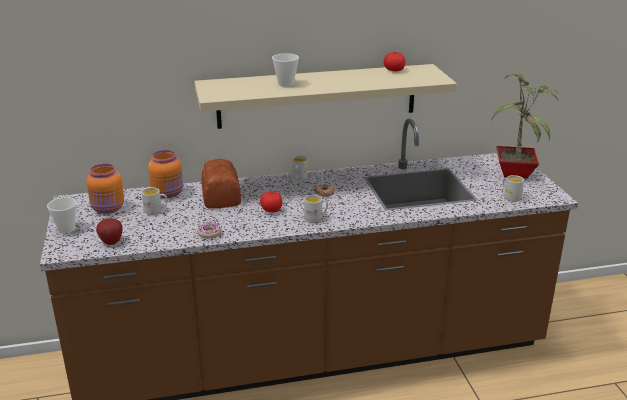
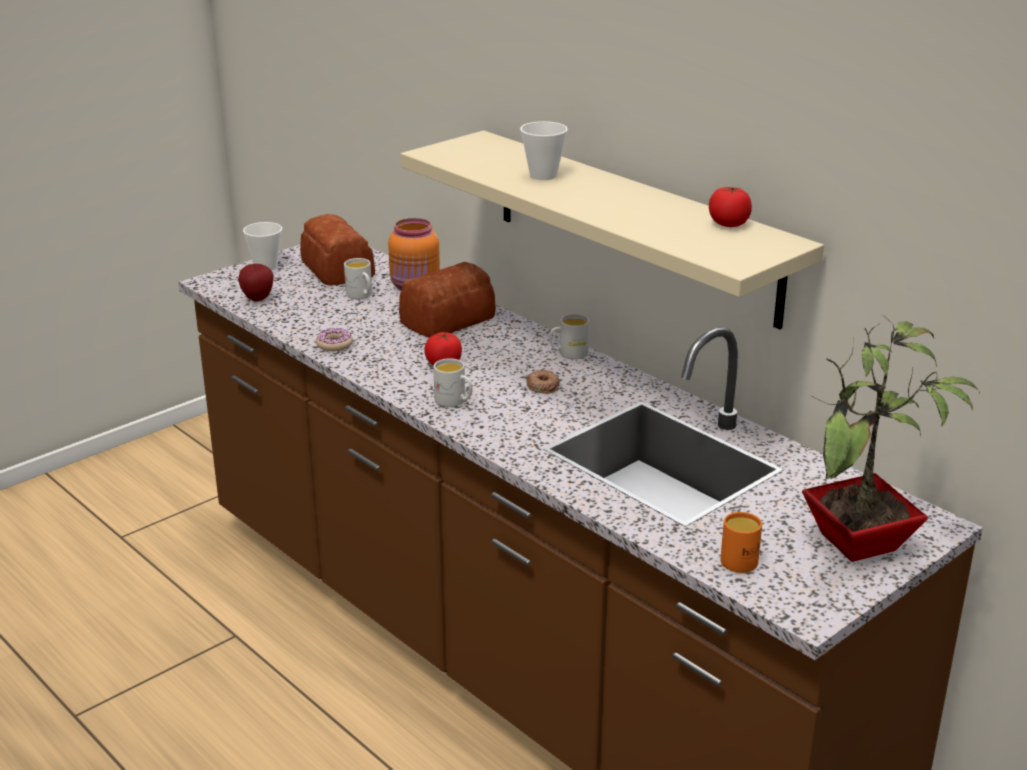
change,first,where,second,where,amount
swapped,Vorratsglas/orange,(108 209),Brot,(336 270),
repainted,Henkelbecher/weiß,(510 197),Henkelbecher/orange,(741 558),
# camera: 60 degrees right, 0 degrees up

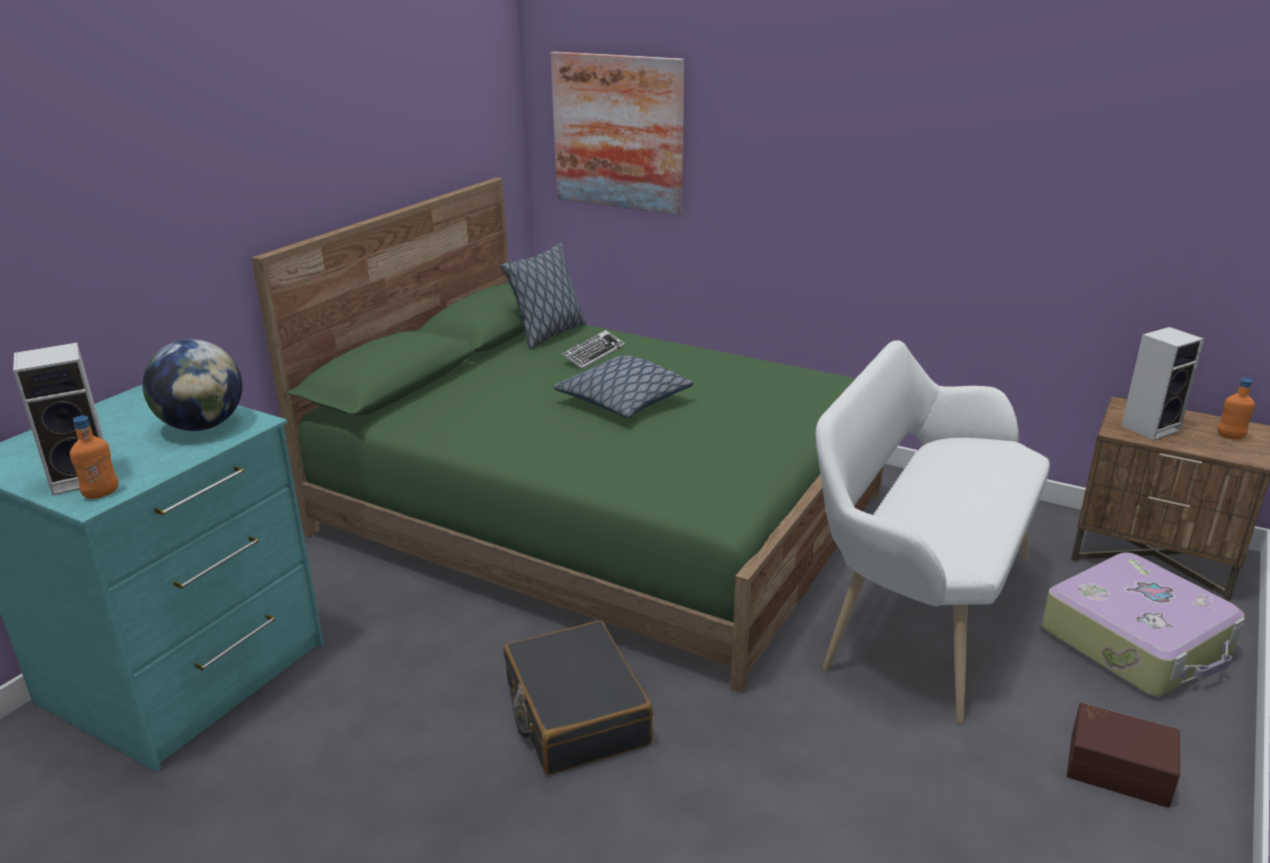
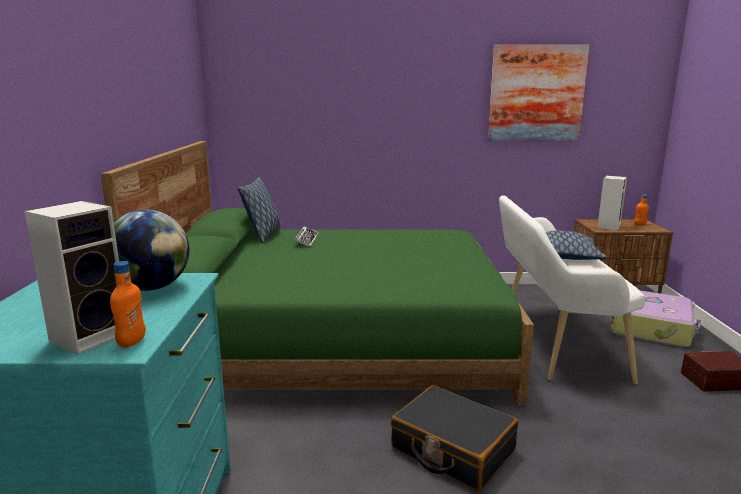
change,first,where,second,where,amount
shifted,Bild,(618 132),,(536 94),
shifted,Kissen,(624 401),,(566 256),
# camera: 30 degrees left, 10 degrees down

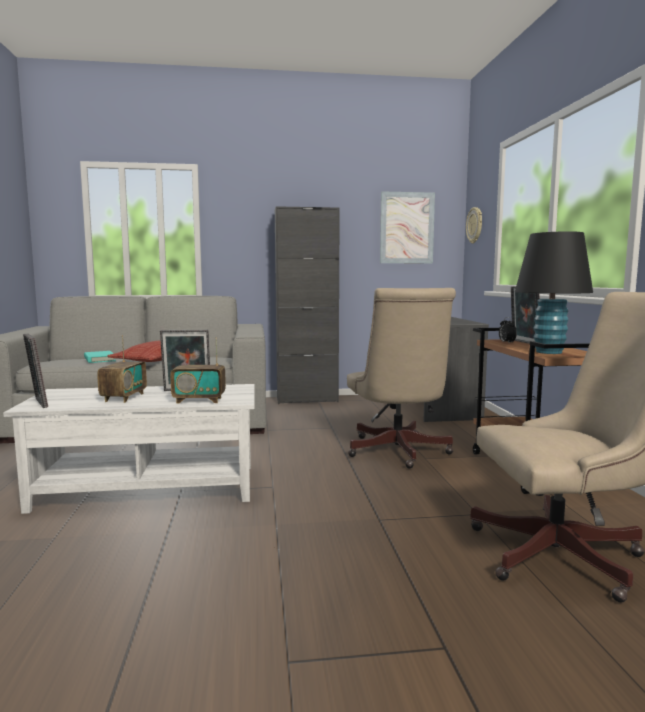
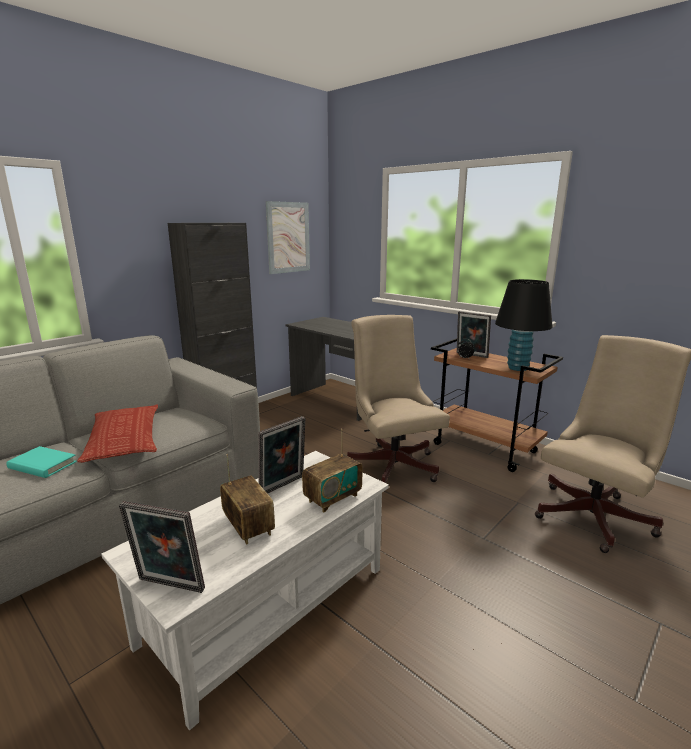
change,first,where,second,where,amount
gone,Wanduhr,(475 225),,,
rotated,Bürostuhl/beige,(398 453),,(392 462),150 degrees counterclockwise
# camera: 40 degrees left, 10 degrees up

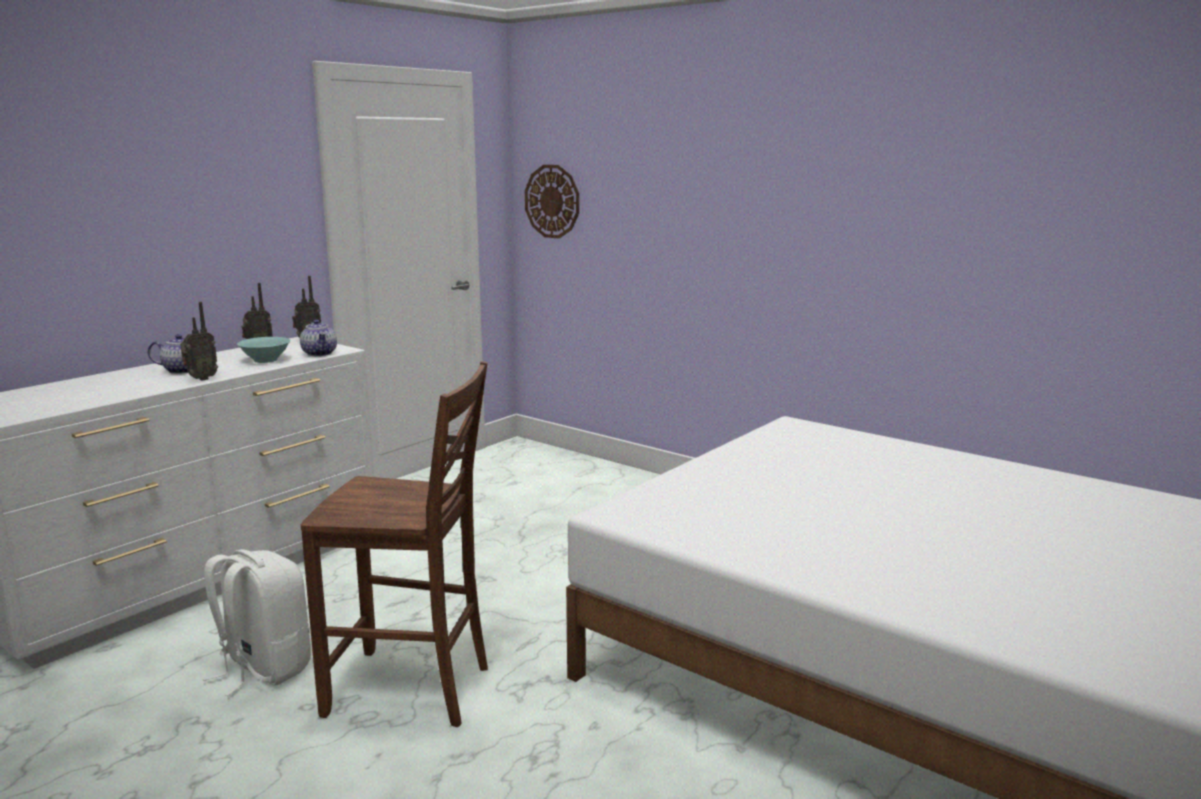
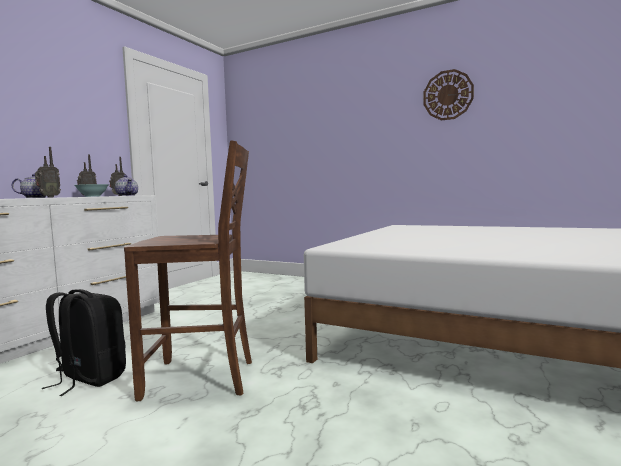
change,first,where,second,where,amount
shifted,Wanduhr,(552 201),,(448 95),
repainted,Rucksack/weiß,(262 668),Rucksack/schwarz,(89 378),
# camera: 10 degrees left, 10 degrees down

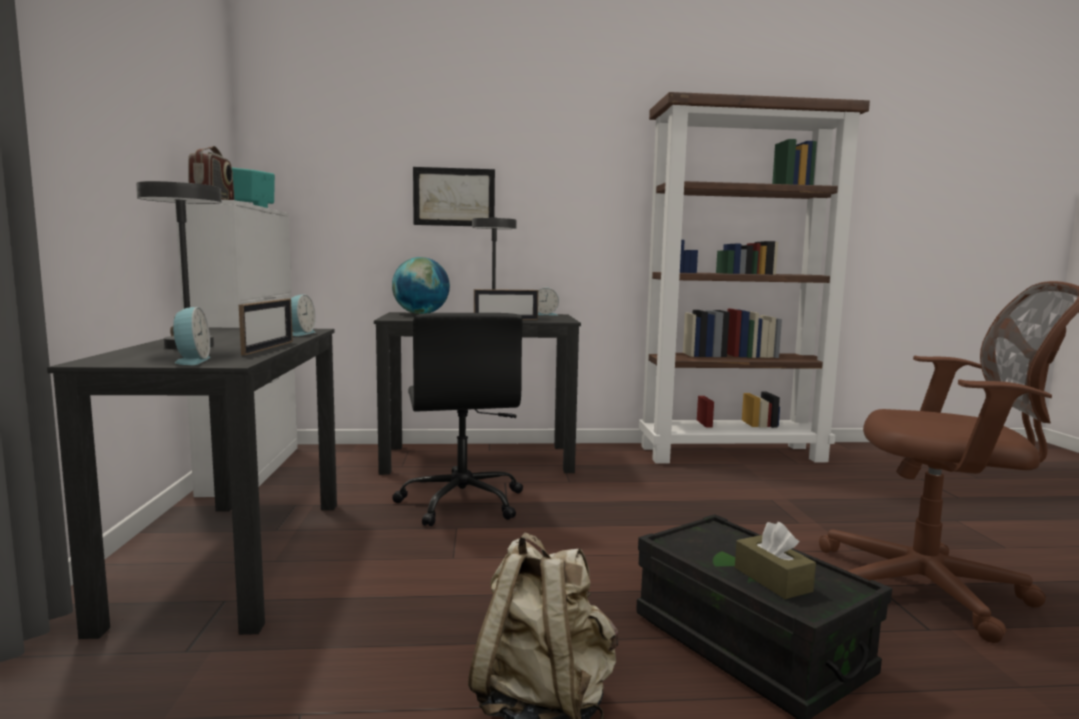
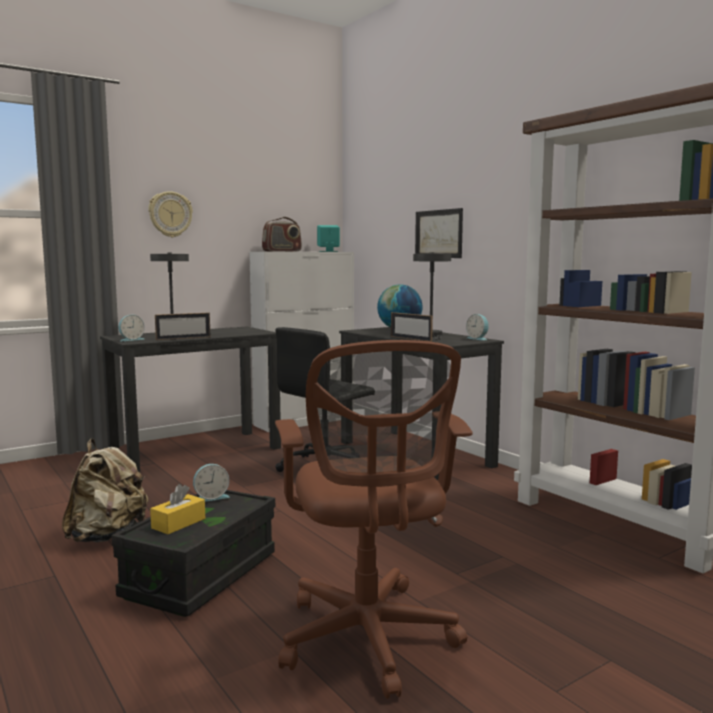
change,first,where,second,where,amount
new,,,Wanduhr,(170 214),
shifted,Wecker,(299 333),,(210 497),
repainted,Taschentuchbox/braun,(772 579),Taschentuchbox/gelb,(178 523),
# camera: 60 degrees right, 0 degrees up

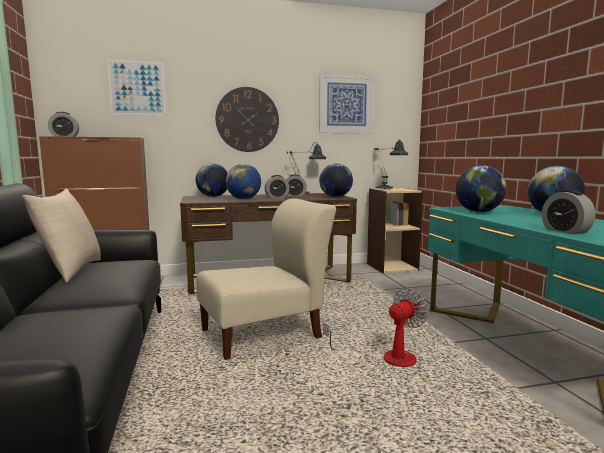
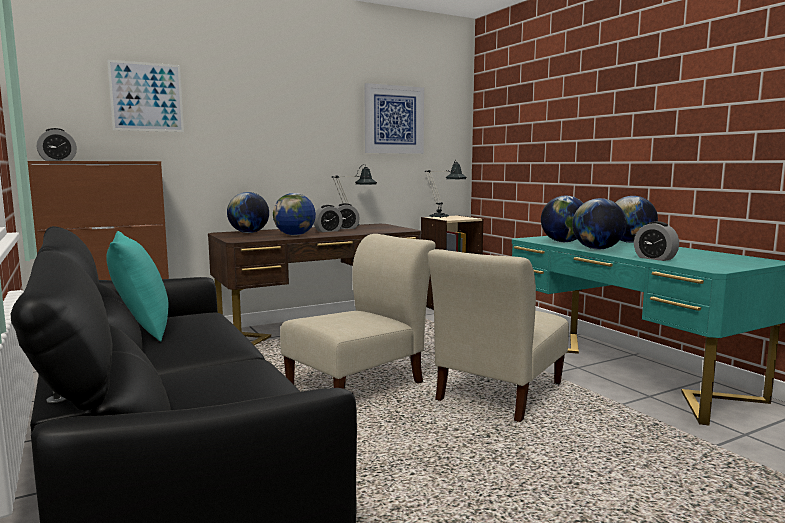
change,first,where,second,where,amount
gone,Wanduhr,(247 120),,,
shifted,Globus,(335 197),,(597 249),
swapped,Ventilator,(386 358),Stuhl/beige,(497 394),
repainted,Kissen/beige,(70 271),Kissen/türkis,(142 329),
# camera: 15 degrees left, 0 degrees up

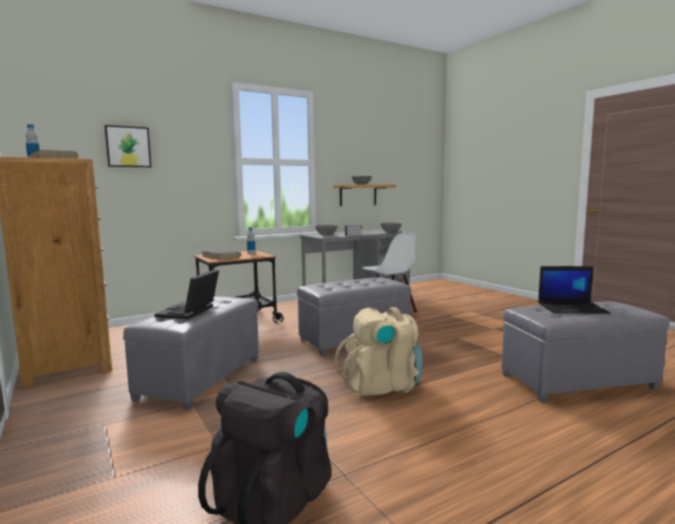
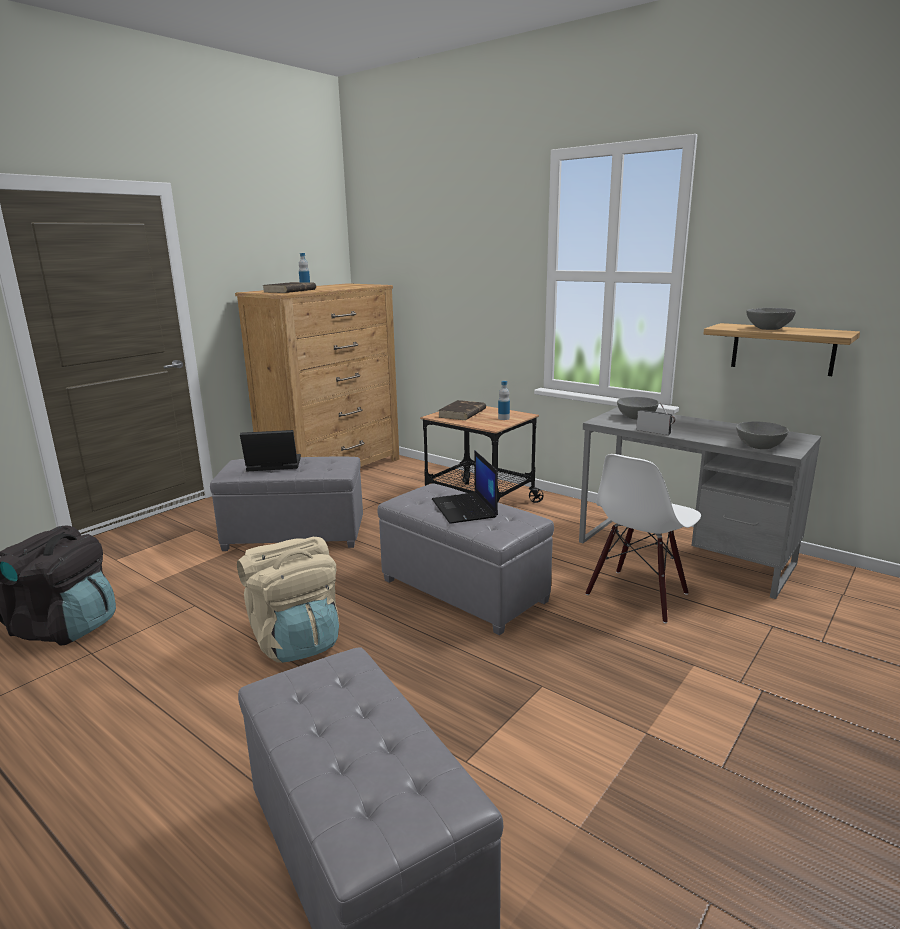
change,first,where,second,where,amount
gone,Bild,(128 147),,,
shifted,Laptop,(572 308),,(465 509),
# camera: 70 degrees right, 10 degrees up

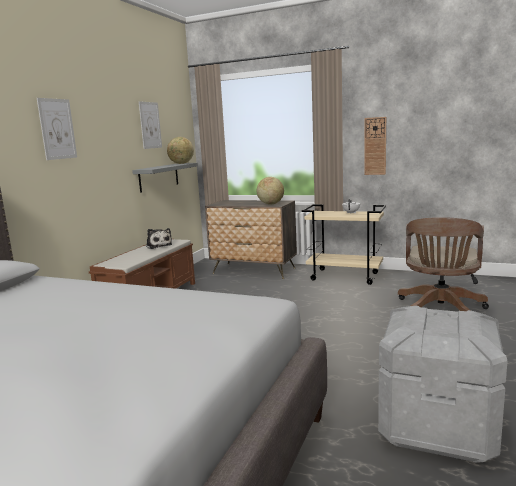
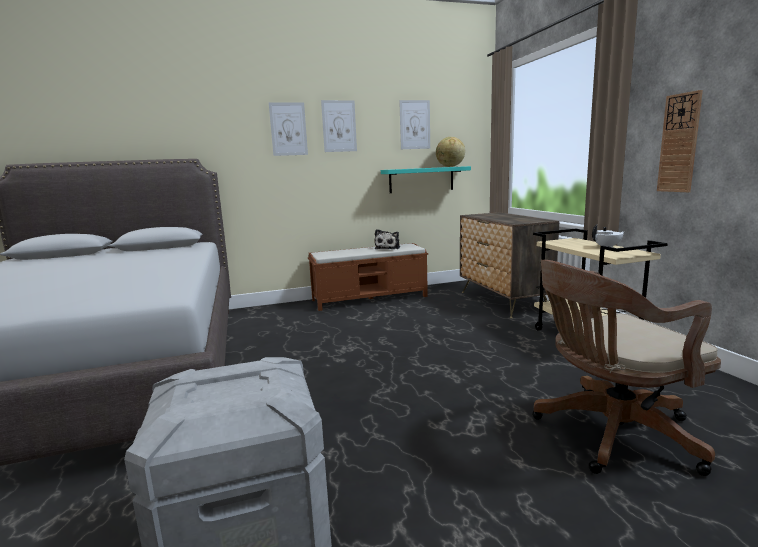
change,first,where,second,where,amount
gone,Globus,(270 204),,,
new,,,Bild,(339 126),
repainted,Wandregal/grau,(159 177),Wandregal/türkis,(421 179),
# camera: 50 degrees right, 0 degrees up

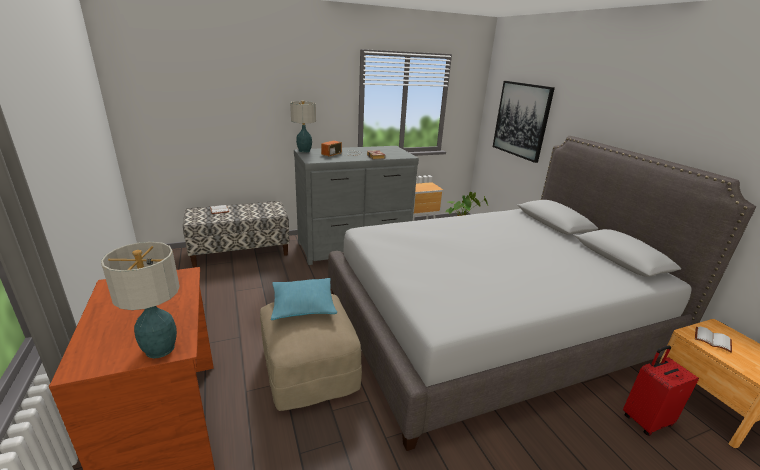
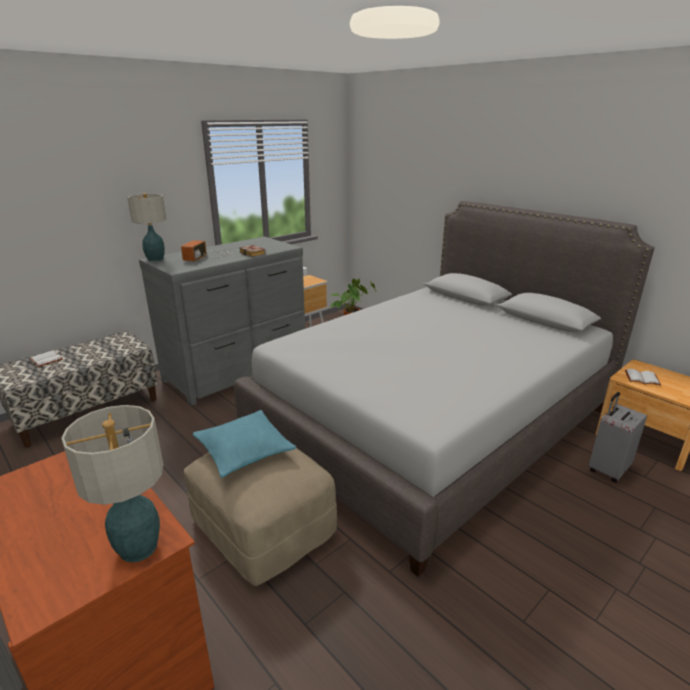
change,first,where,second,where,amount
gone,Bild,(521 120),,,
repainted,Koffer/rot,(645 420),Koffer/grau,(607 469),
# camera: 20 degrees left, 0 degrees up

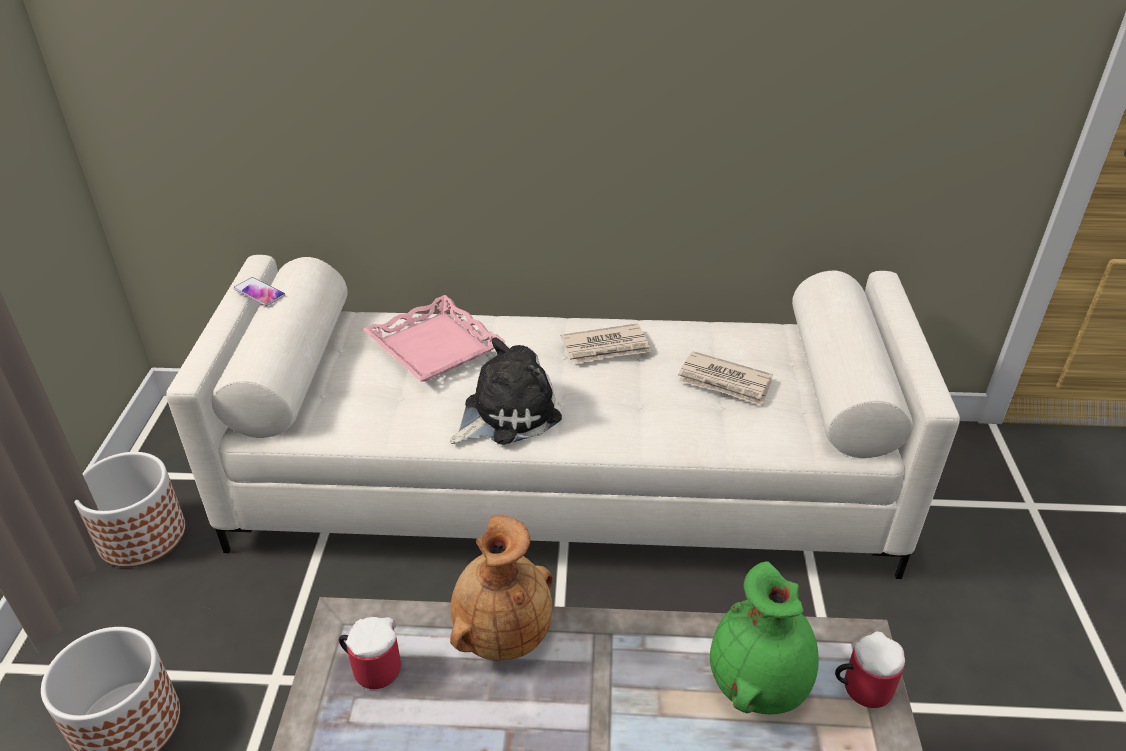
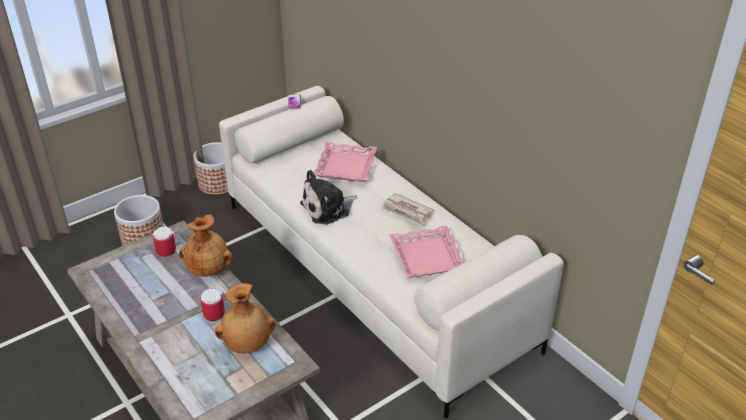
change,first,where,second,where,amount
shifted,Henkelbecher,(860 686),,(213 311),
swapped,Zeitung,(725 382),Tablett/rosa,(427 257),
repainted,Vase/grün,(759 685),Vase/braun,(247 344),
rotated,Plüschtier,(506 414),,(328 208),135 degrees clockwise
# camera: 50 degrees right, 0 degrees up

